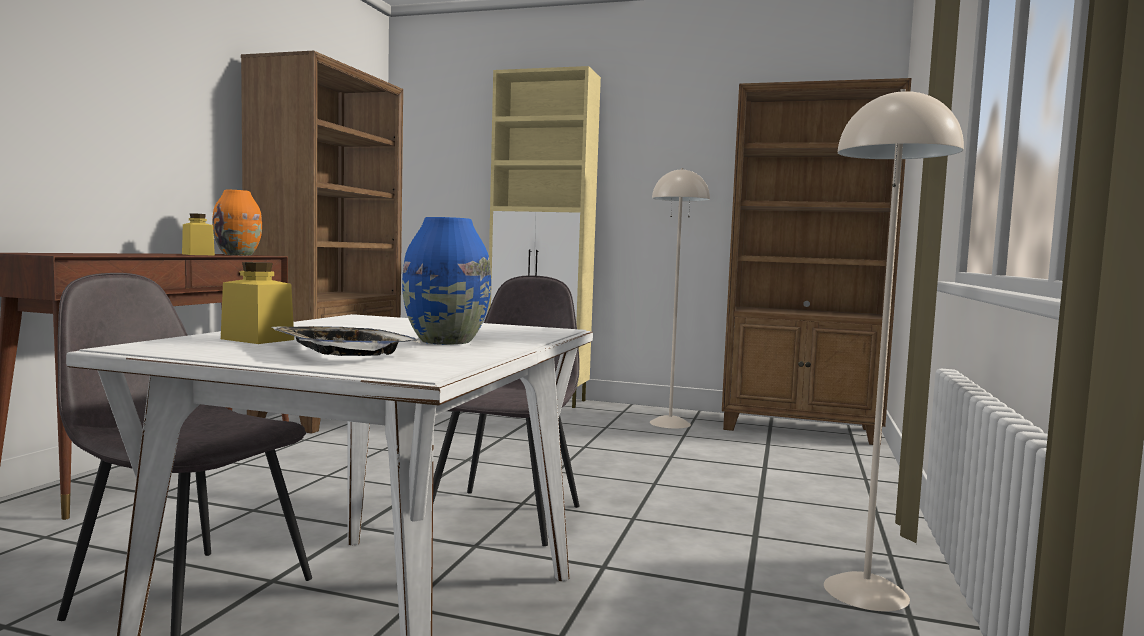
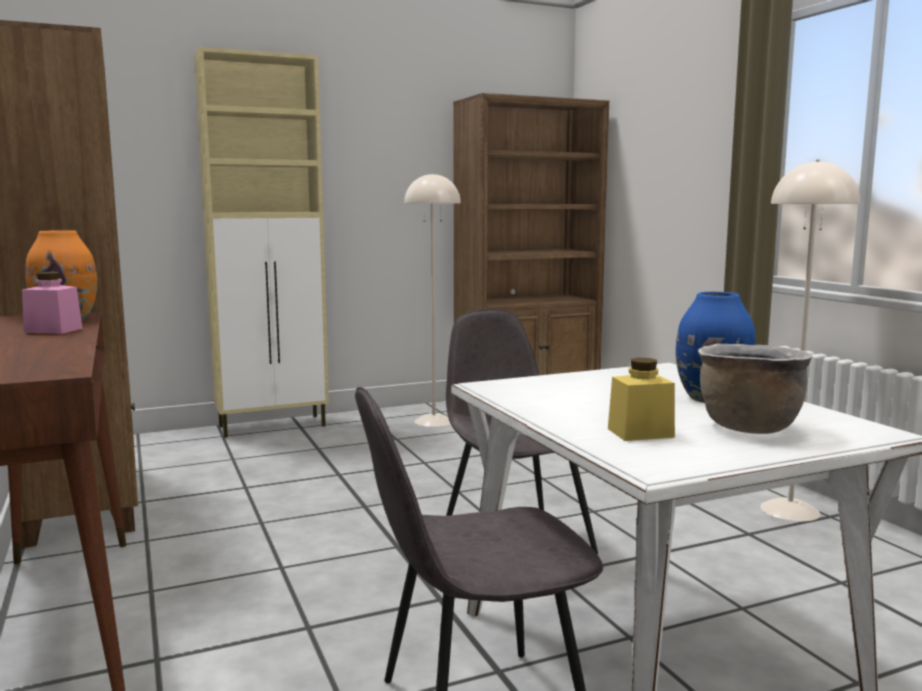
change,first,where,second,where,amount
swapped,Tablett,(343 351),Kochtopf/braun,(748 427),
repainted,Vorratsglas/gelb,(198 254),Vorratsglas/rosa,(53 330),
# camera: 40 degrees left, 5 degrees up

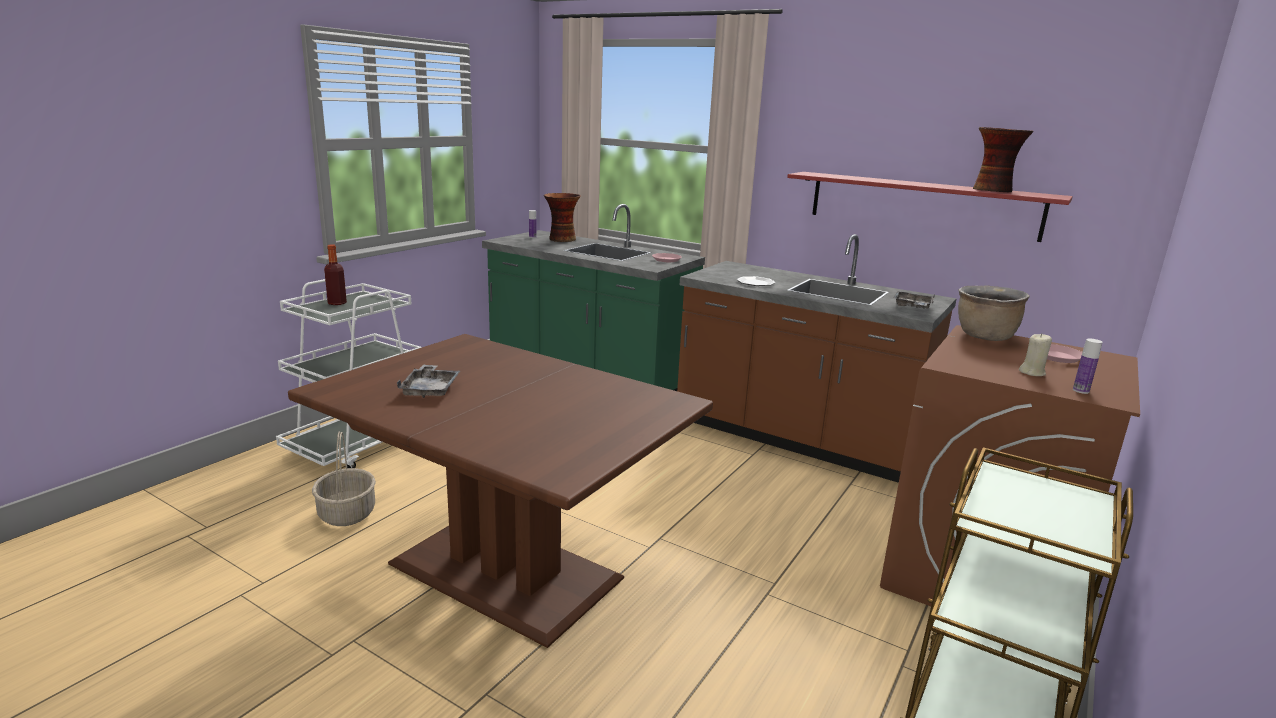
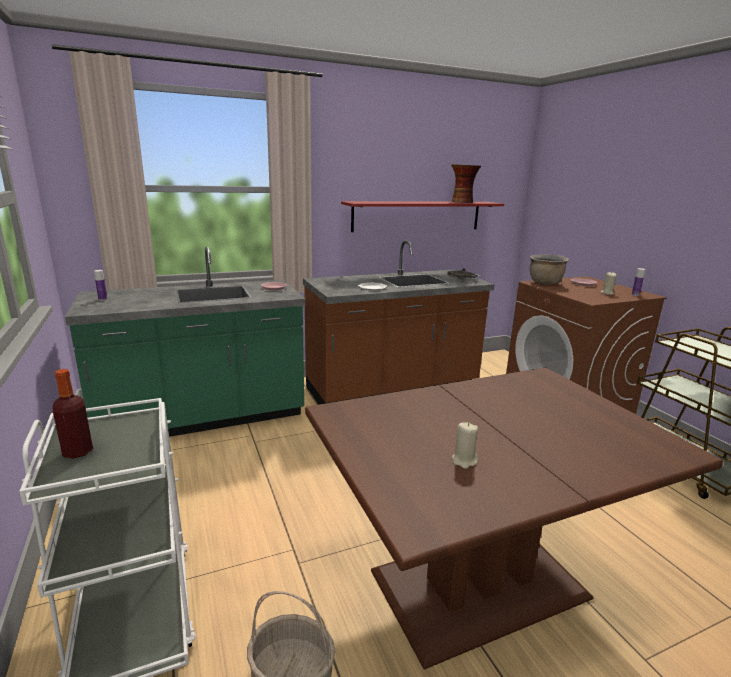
change,first,where,second,where,amount
gone,Vase,(561 239),,,
swapped,Tablett/grau,(430 389),Kerze/beige,(464 461),
# camera: 55 degrees left, 0 degrees up

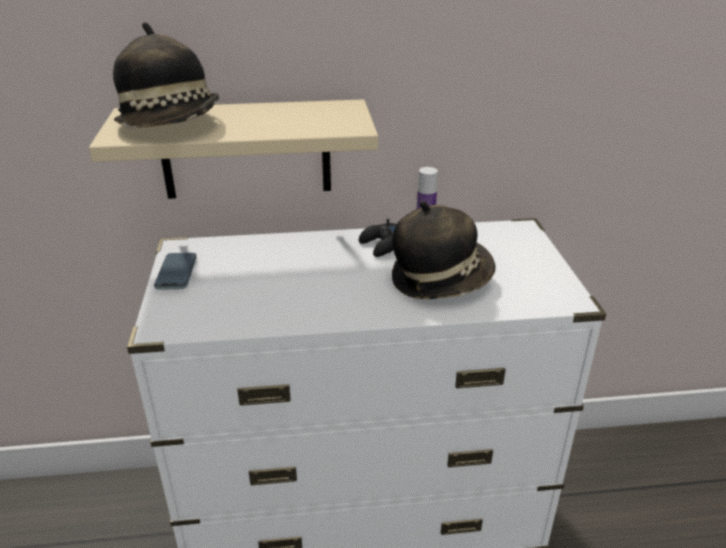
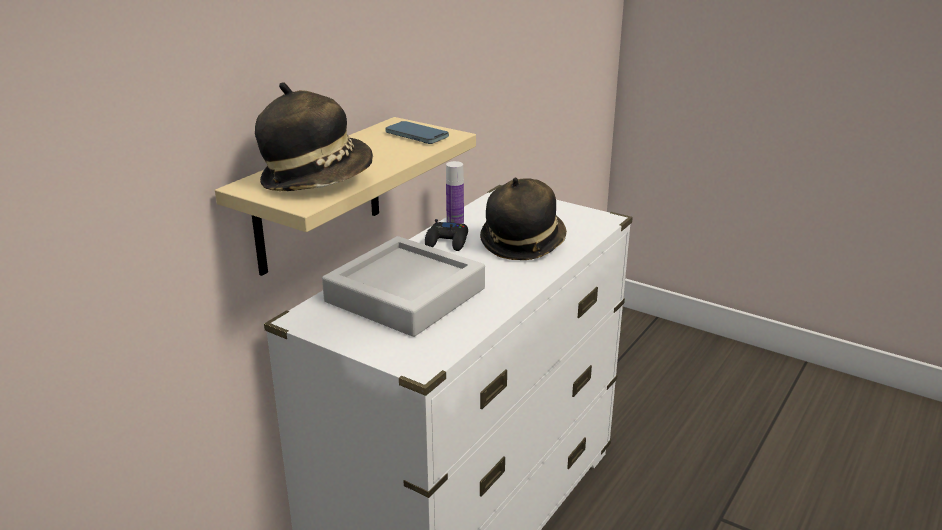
change,first,where,second,where,amount
new,,,Tablett/grau,(405 295),
shifted,Handy,(176 273),,(417 136),
# camera: 50 degrees left, 5 degrees down

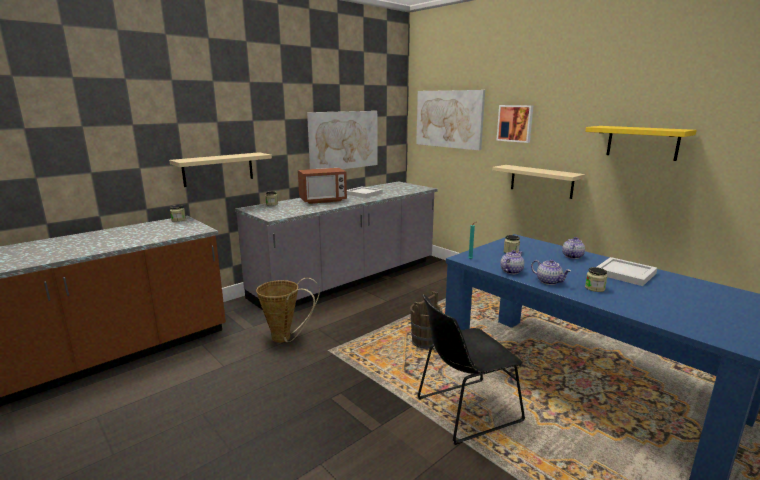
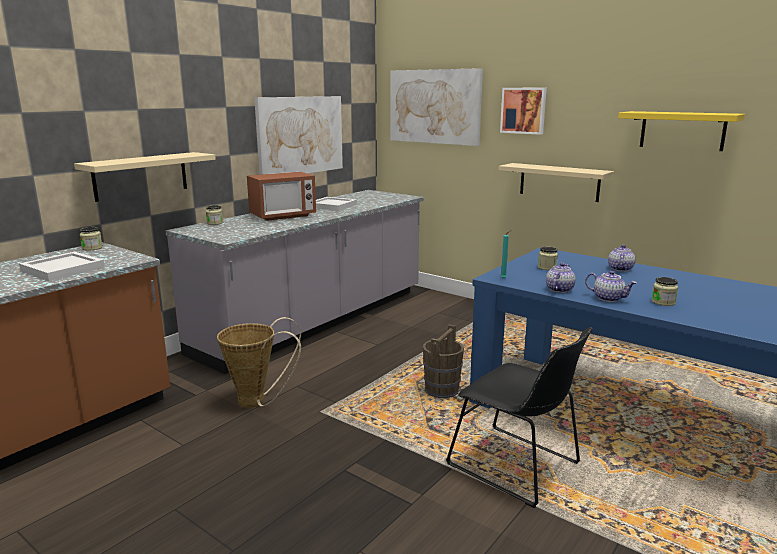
change,first,where,second,where,amount
shifted,Tablett/weiß,(625 274),,(62 269),
rotated,Stuhl/schwarz,(464 411),,(518 467),105 degrees counterclockwise
# camera: 10 degrees left, 0 degrees up

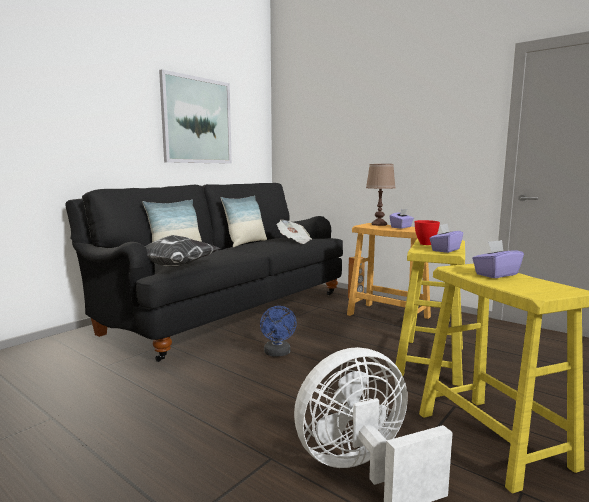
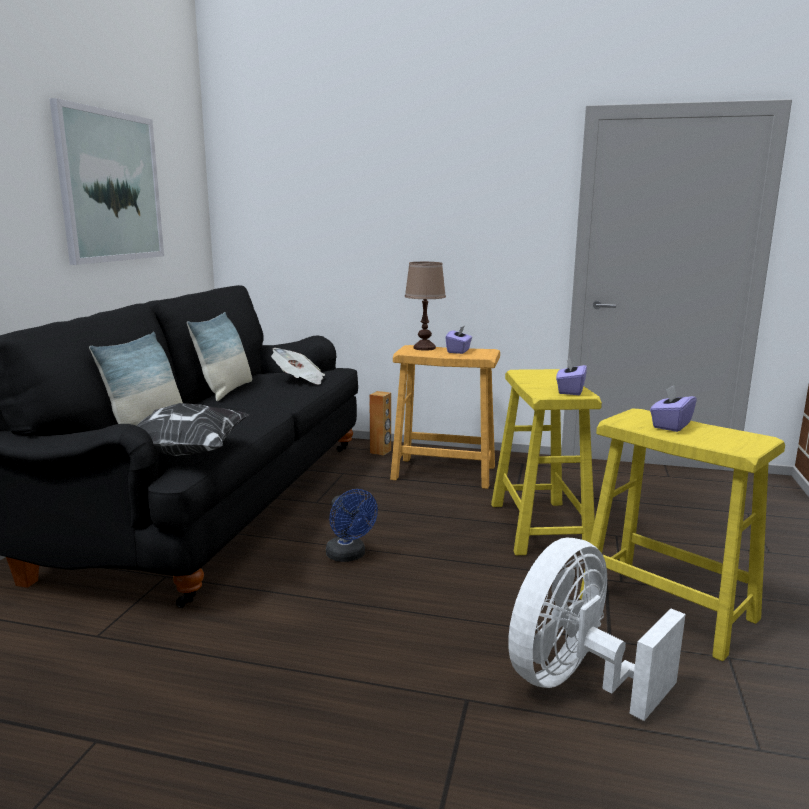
change,first,where,second,where,amount
gone,Schüssel/rot,(426 244),,,
# camera: 25 degrees left, 5 degrees up

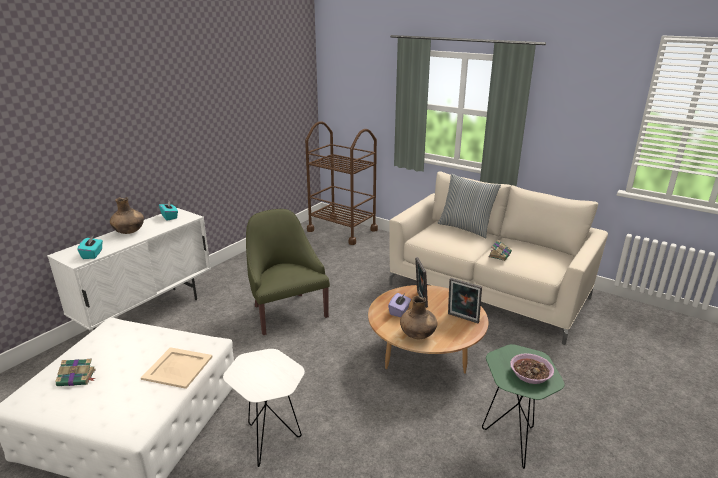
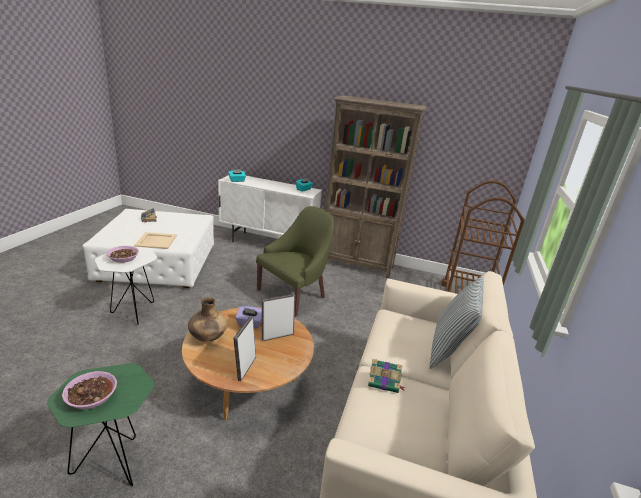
change,first,where,second,where,amount
gone,Vase/braun,(129 232),,,
new,,,Schüssel,(123 258),
new,,,Bücherregal/braun,(357 264),
# camera: 70 degrees right, 0 degrees up

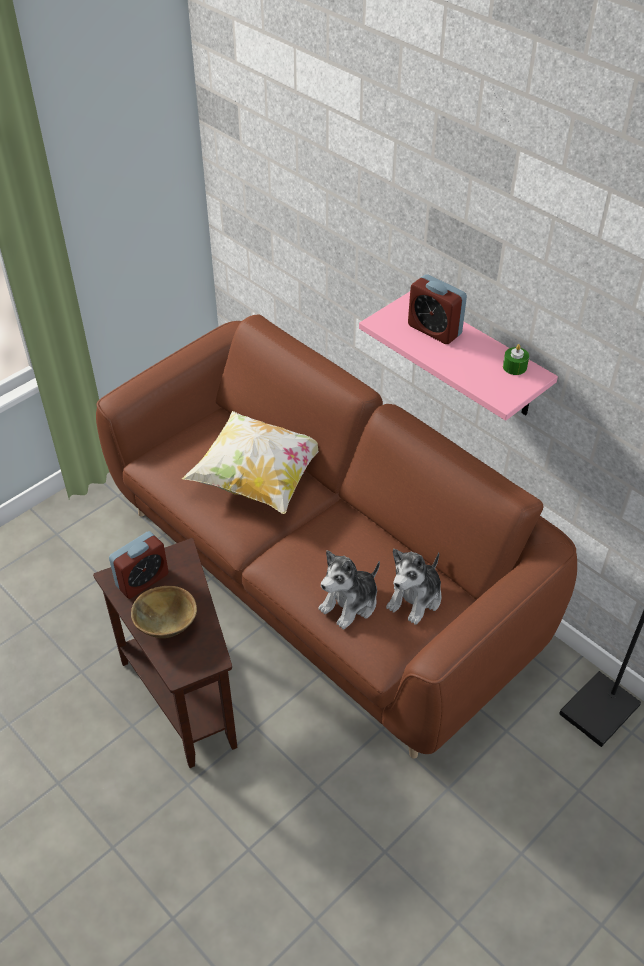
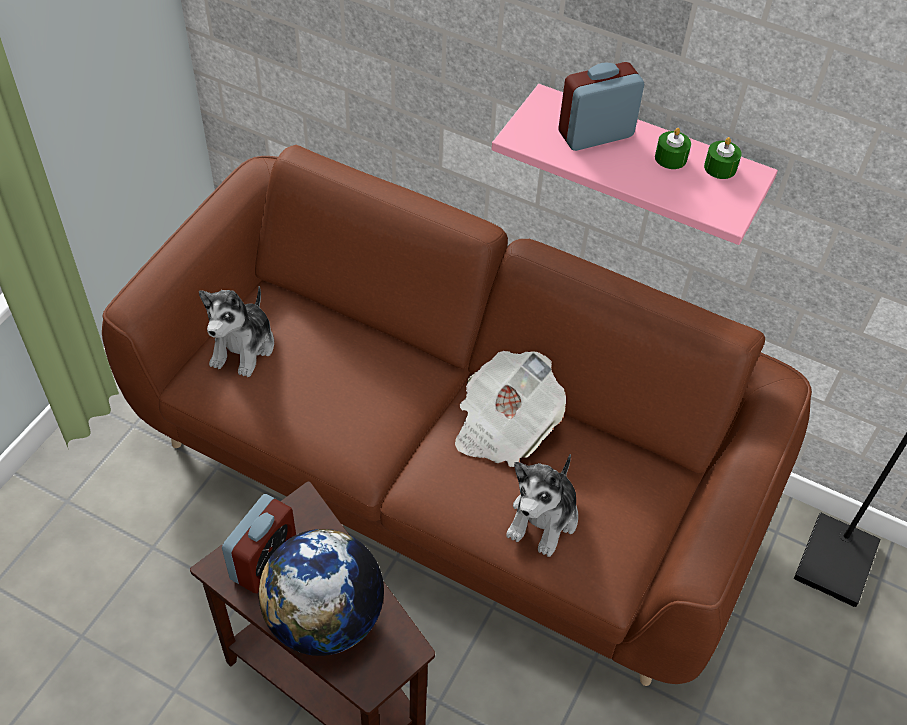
change,first,where,second,where,amount
gone,Kissen,(258 479),,,
new,,,Zeitung,(504 426),
new,,,Kerze/grün,(670 158),
shifted,Plüschtier,(415 598),,(243 347),
swapped,Schüssel/braun,(167 626),Globus,(325 619),
rotated,Wecker,(434 330),,(595 134),135 degrees clockwise
# camera: 20 degrees left, 5 degrees up

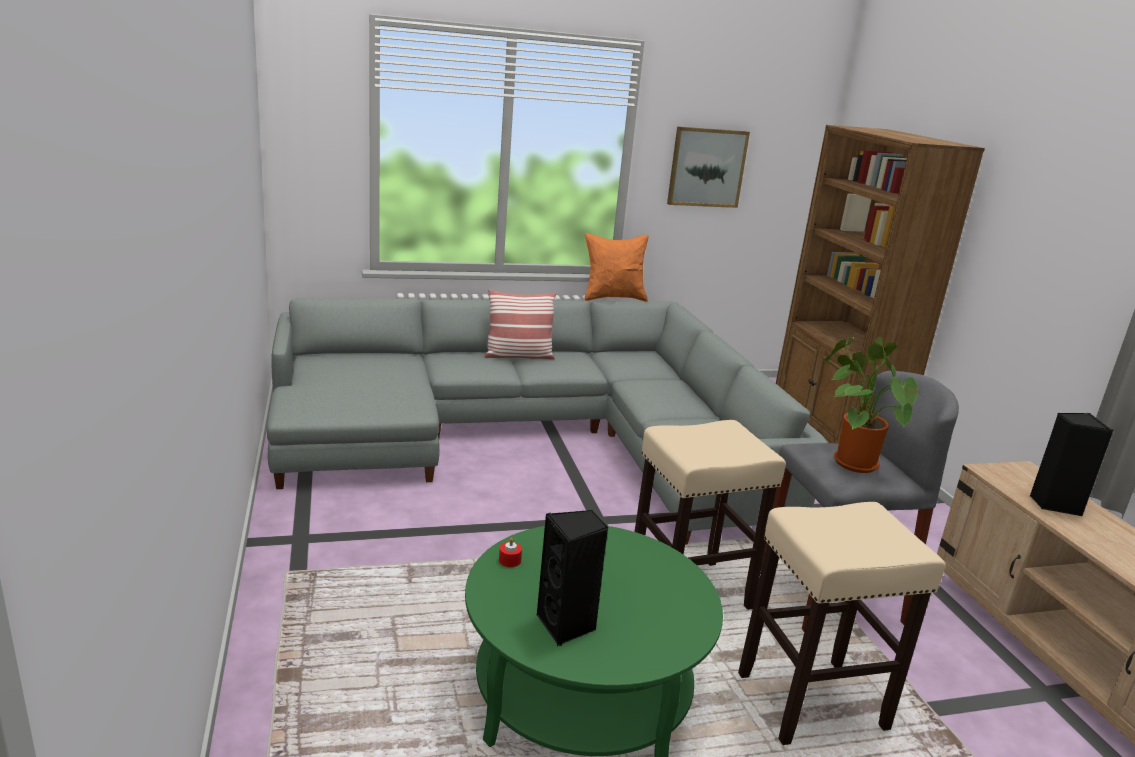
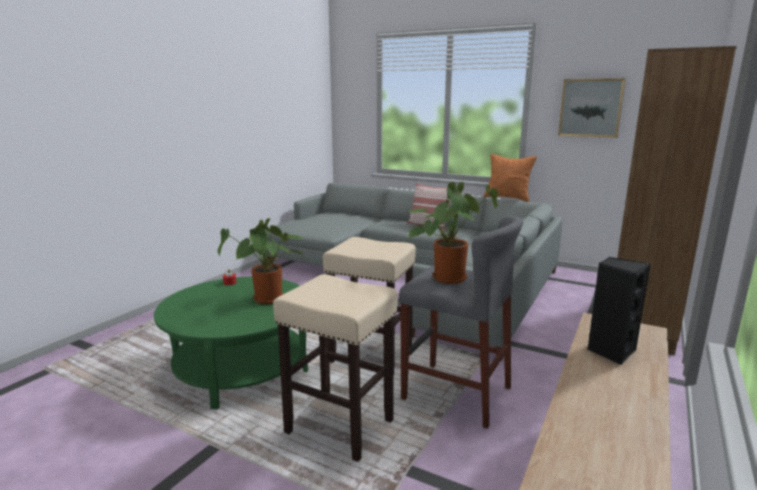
change,first,where,second,where,amount
gone,Lautsprecher/schwarz,(567 626),,,
new,,,Topfpflanze,(268 300),
# camera: 45 degrees right, 5 degrees down

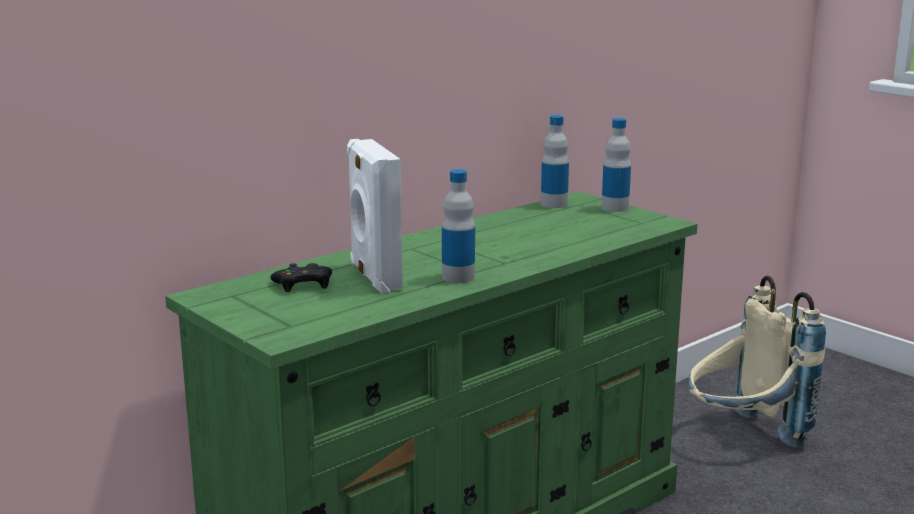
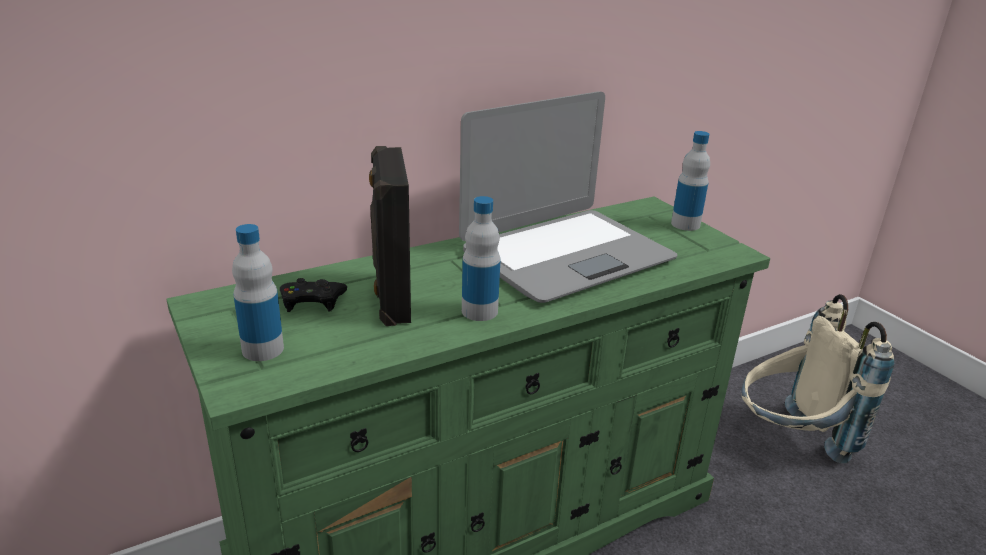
change,first,where,second,where,amount
new,,,Laptop,(565 255),
shifted,Flasche,(554 204),,(263 349),
repainted,Lautsprecher/weiß,(373 276),Lautsprecher/schwarz,(390 298),
# camera: 10 degrees right, 10 degrees up

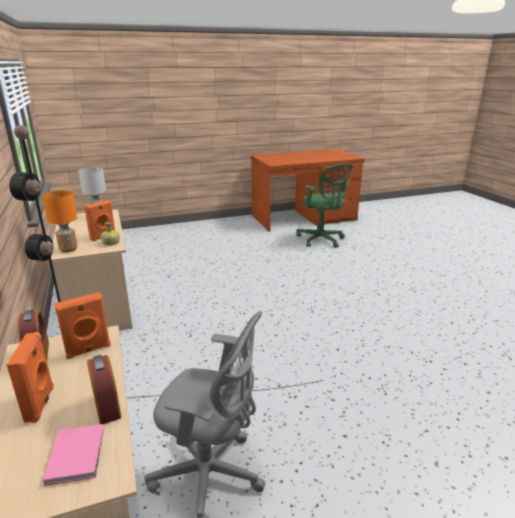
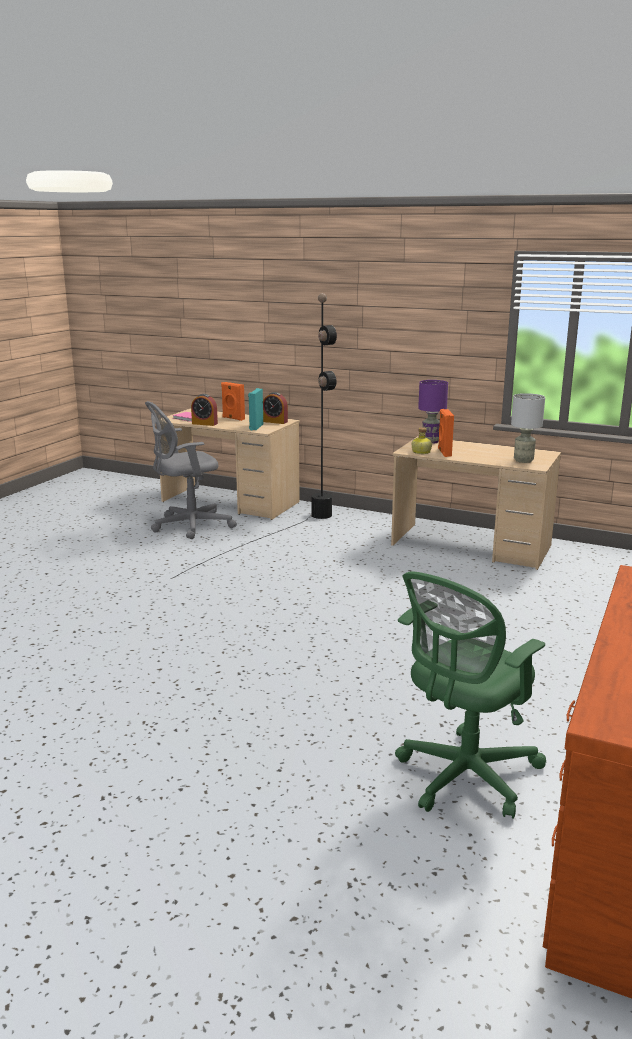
change,first,where,second,where,amount
repainted,Tischlampe/orange,(68 249),Tischlampe/lila,(431 441),
repainted,Lautsprecher/orange,(88 350),Lautsprecher/türkis,(255 427),
rotated,Bürostuhl/grün,(321 240),,(463 778),60 degrees counterclockwise
# camera: 135 degrees right, 5 degrees down

